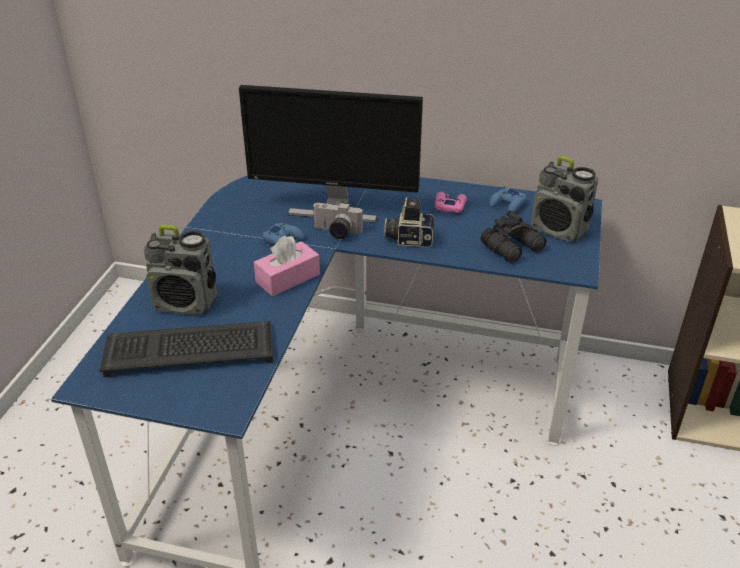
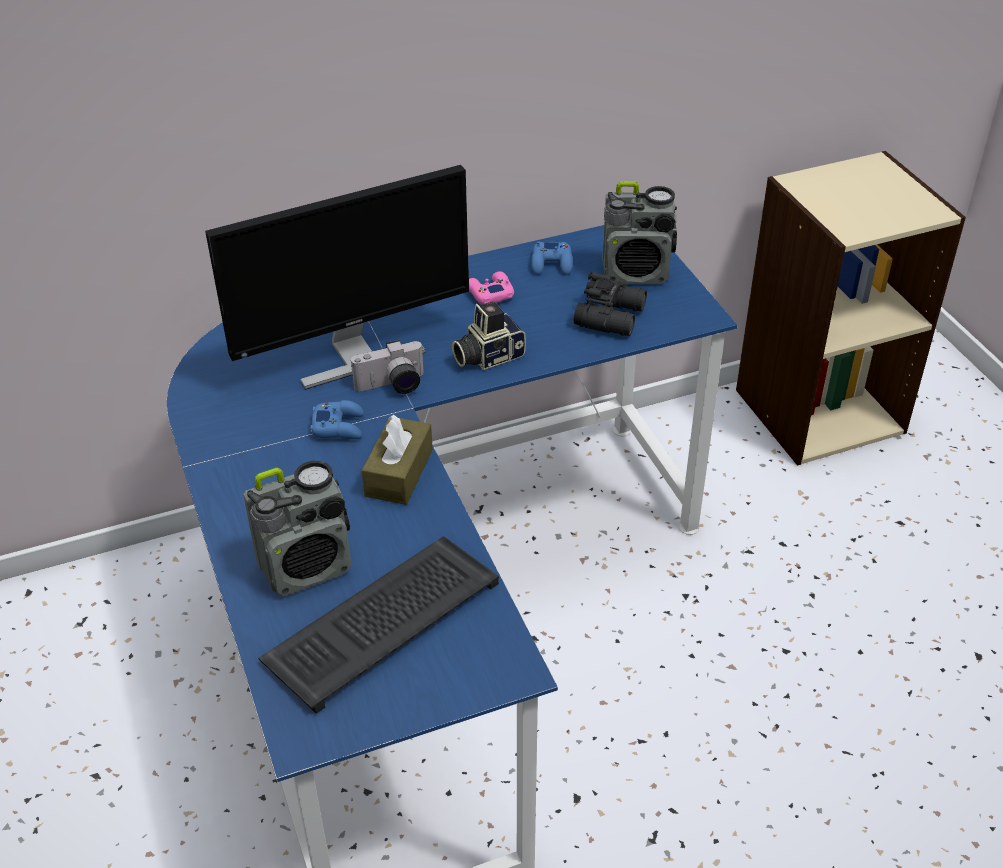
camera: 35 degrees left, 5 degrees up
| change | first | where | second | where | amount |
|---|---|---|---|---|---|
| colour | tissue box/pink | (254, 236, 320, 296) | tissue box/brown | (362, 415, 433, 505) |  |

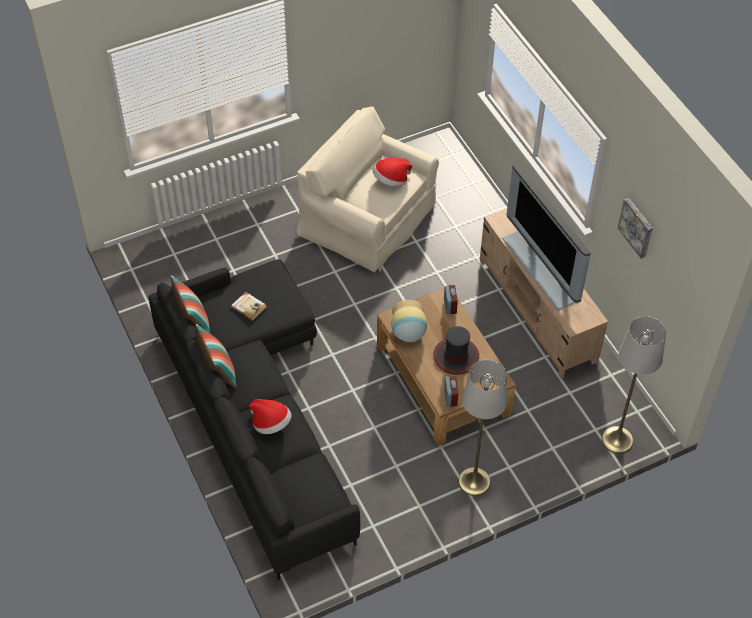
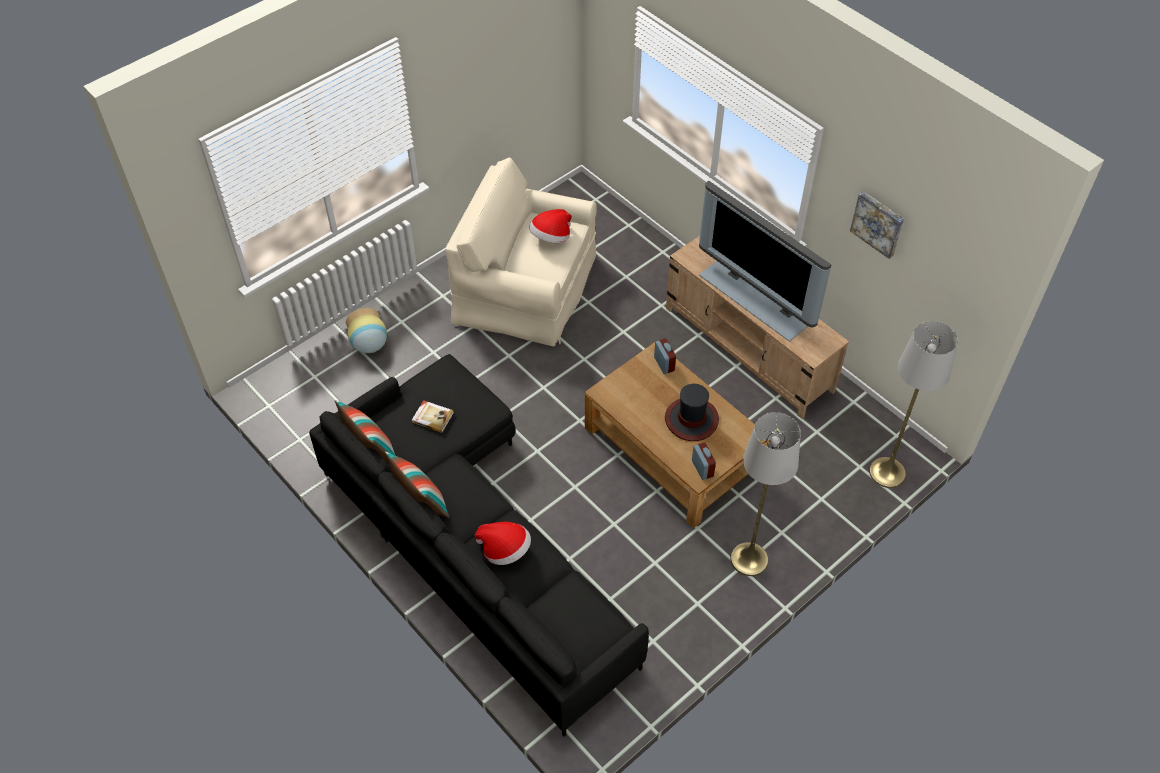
camera: 15 degrees left, 0 degrees up
| change | first | where | second | where | amount |
|---|---|---|---|---|---|
| relocated | vase | (391, 300, 427, 342) |  | (346, 308, 387, 353) |  |

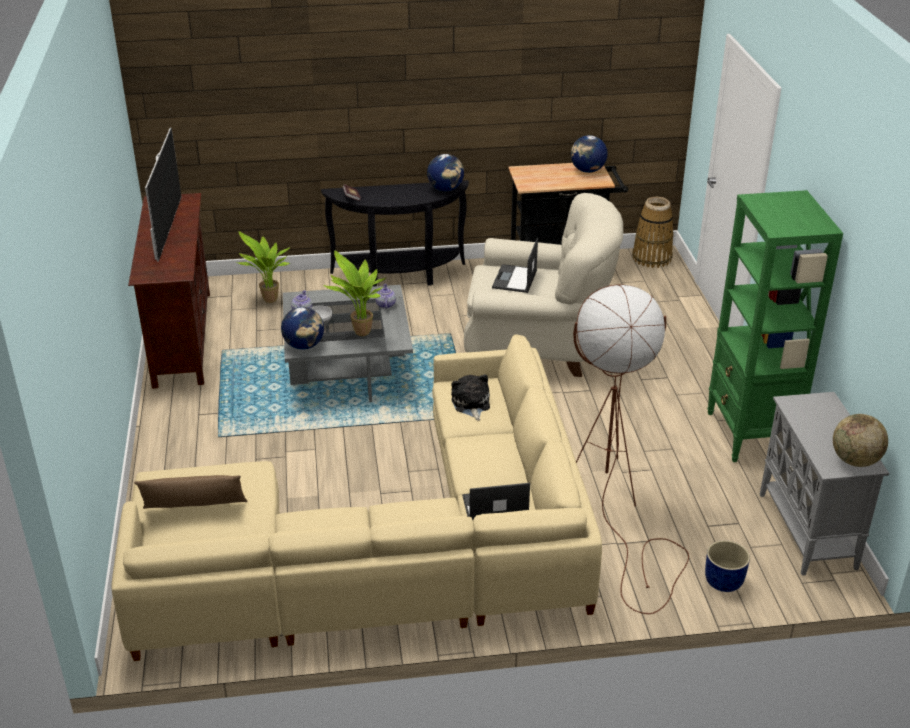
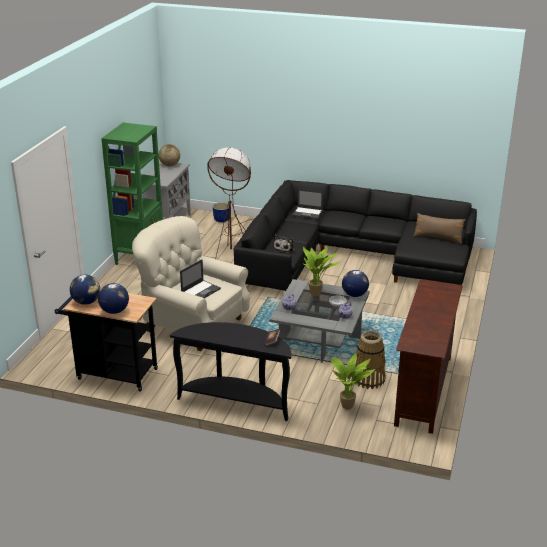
camera: 155 degrees left, 5 degrees down
| change | first | where | second | where | amount |
|---|---|---|---|---|---|
| colour | sofa/beige | (111, 335, 602, 661) | sofa/black | (234, 180, 477, 291) |  |
| missing | television | (145, 128, 182, 262) |  |  |  |
| relocated | globe | (427, 154, 464, 191) |  | (98, 283, 129, 314) |  |
| relocated | basket | (633, 197, 674, 268) |  | (353, 331, 386, 389) |  |

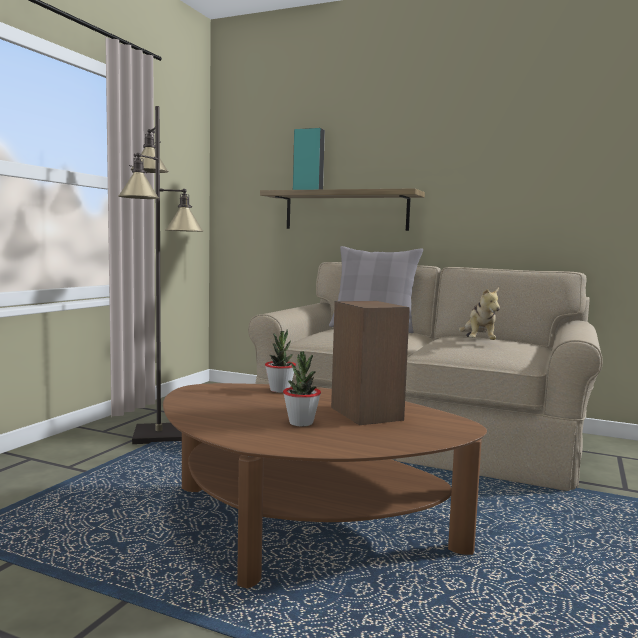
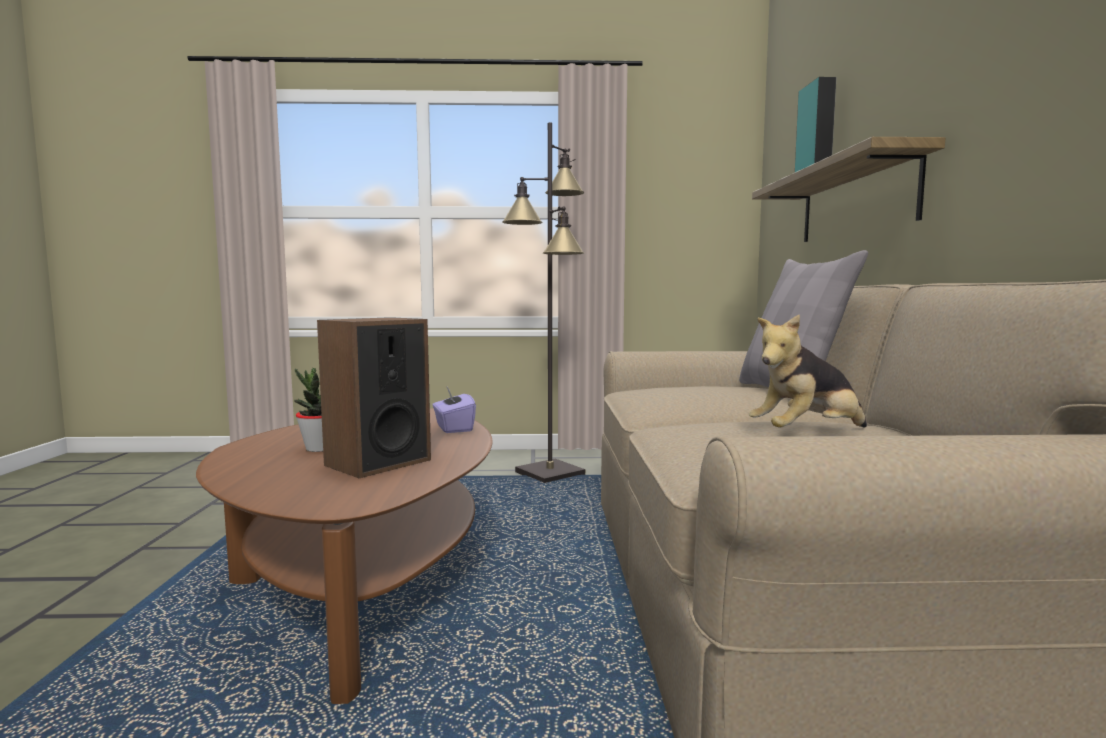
camera: 65 degrees right, 0 degrees up
| change | first | where | second | where | amount |
|---|---|---|---|---|---|
| exchanged | potted plant | (265, 329, 296, 393) | tissue box/purple | (433, 387, 476, 433) |  |

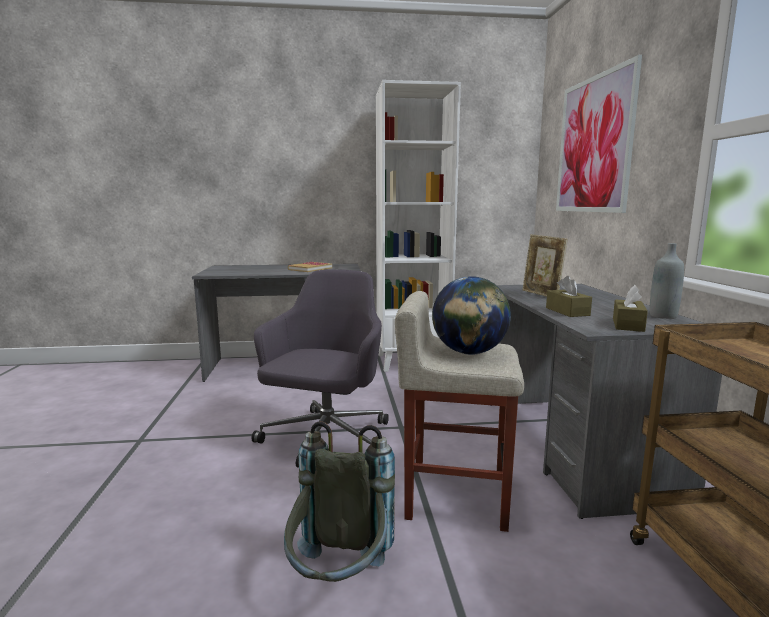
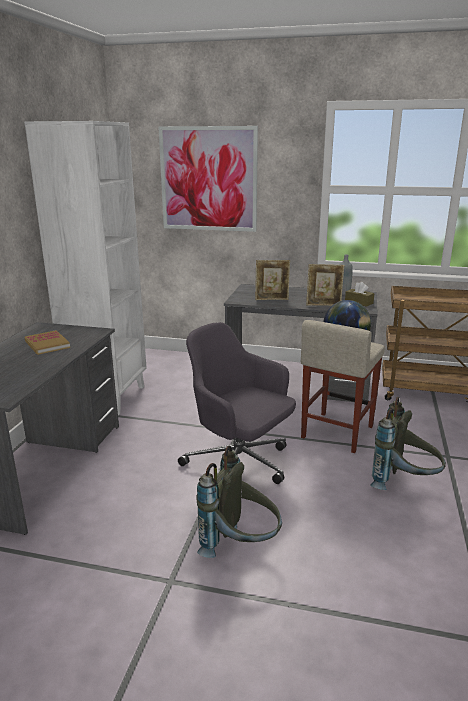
camera: 70 degrees left, 10 degrees up
| change | first | where | second | where | amount |
|---|---|---|---|---|---|
| exchanged | tissue box/brown | (546, 276, 592, 317) | picture frame | (306, 264, 345, 306) |  |
| appeared |  |  | backpack/grey | (196, 446, 282, 558) |  |

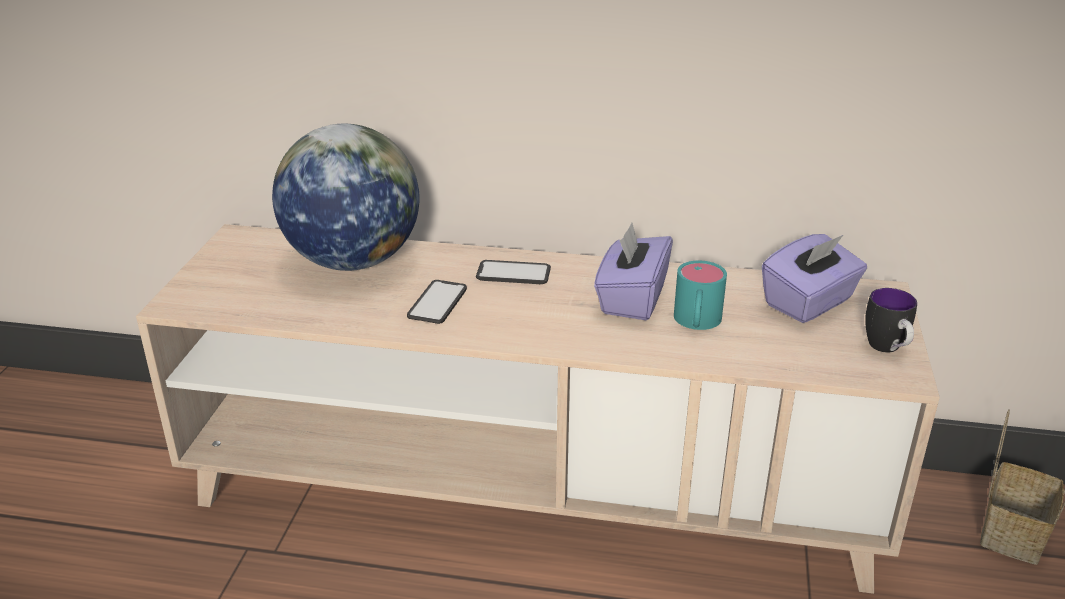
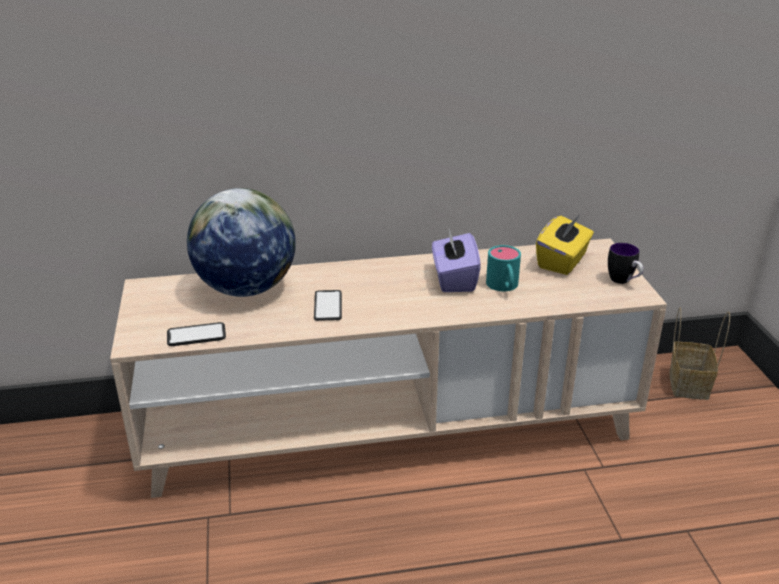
camera: 20 degrees left, 0 degrees up
| change | first | where | second | where | amount |
|---|---|---|---|---|---|
| relocated | phone | (476, 260, 551, 284) |  | (167, 322, 226, 346) |  |
| colour | tissue box/purple | (762, 234, 867, 323) | tissue box/yellow | (536, 215, 594, 275) |  |

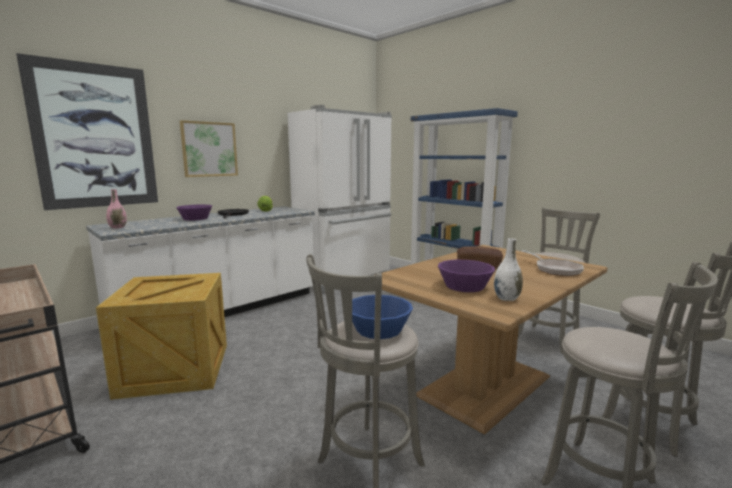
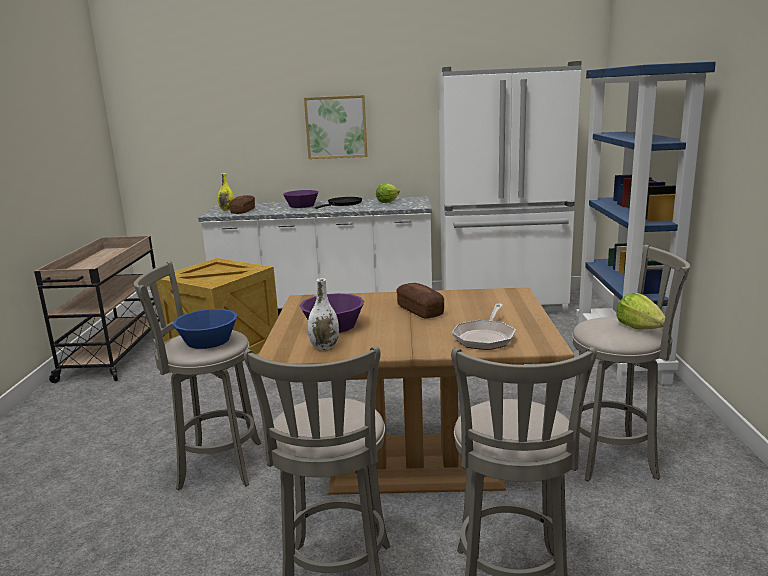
camera: 45 degrees right, 5 degrees up
| change | first | where | second | where | amount |
|---|---|---|---|---|---|
| missing | picture | (16, 53, 158, 210) |  |  |  |
| colour | vase/pink | (106, 189, 127, 229) | vase/yellow | (218, 173, 234, 211) |  |
| appeared |  |  | bread | (229, 195, 255, 214) |  |
| appeared |  |  | lettuce | (616, 293, 665, 330) |  |

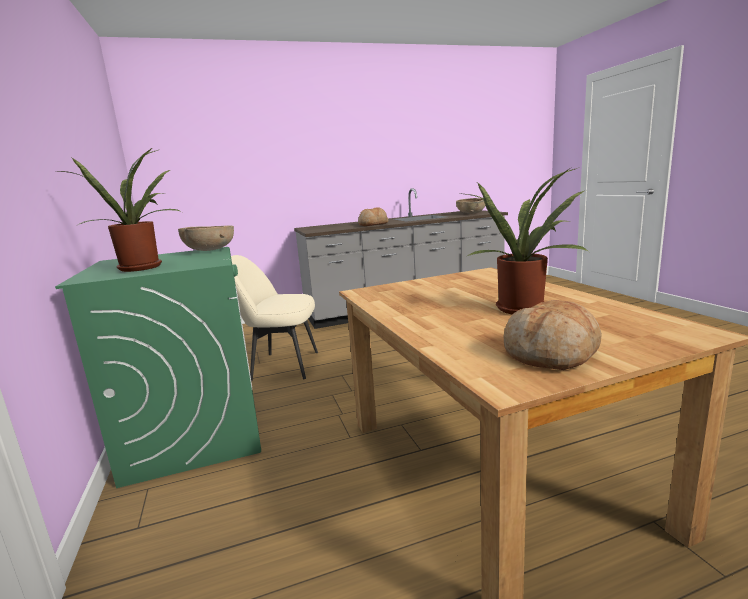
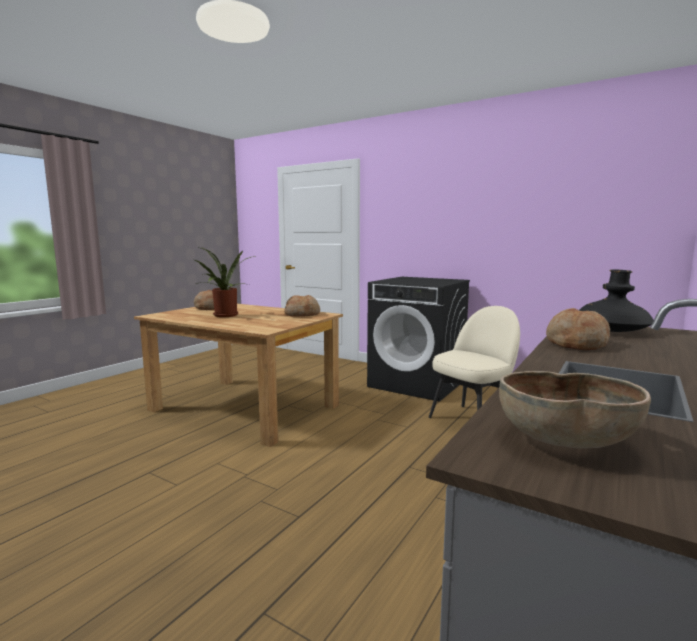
camera: 140 degrees right, 5 degrees down
| change | first | where | second | where | amount |
|---|---|---|---|---|---|
| colour | washing machine/green | (55, 247, 261, 488) | washing machine/black | (367, 277, 470, 402) |  |
| missing | potted plant | (59, 148, 182, 272) |  |  |  |
| missing | bowl/brown | (178, 225, 234, 251) |  |  |  |
| appeared |  |  | bread | (284, 295, 320, 317) |  |
| appeared |  |  | vase/black | (579, 269, 654, 332) |  |

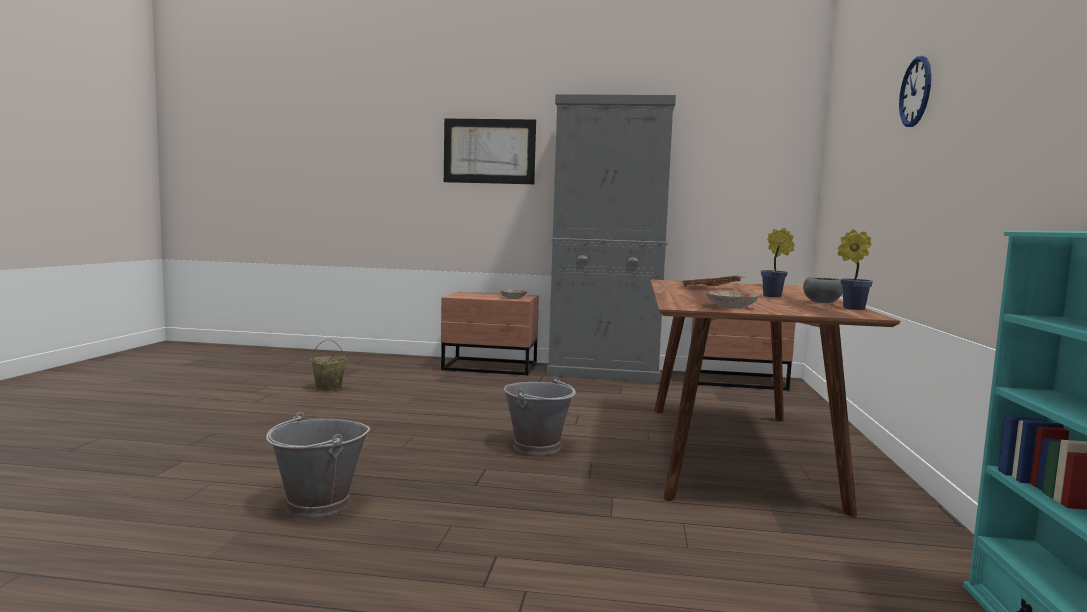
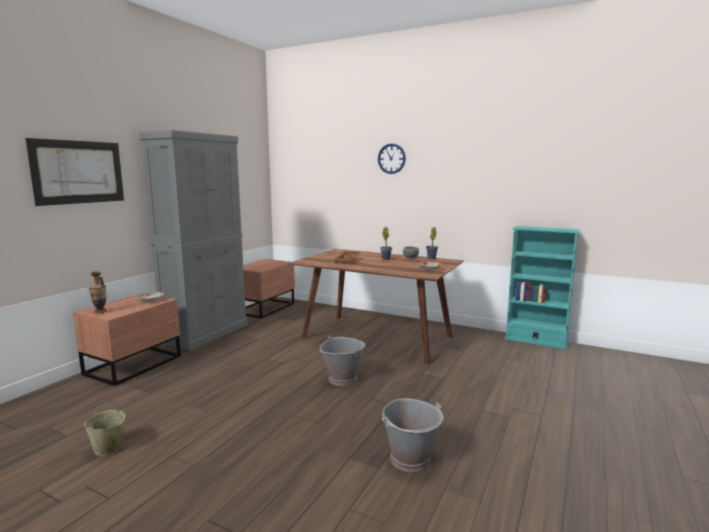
camera: 70 degrees left, 5 degrees up
| change | first | where | second | where | amount |
|---|---|---|---|---|---|
| appeared |  |  | vase | (89, 271, 107, 314) |  |

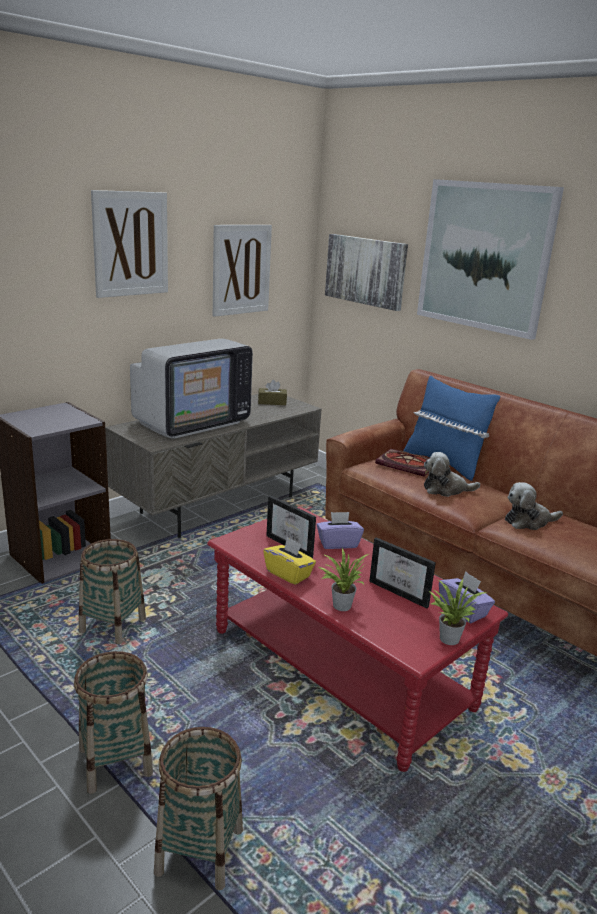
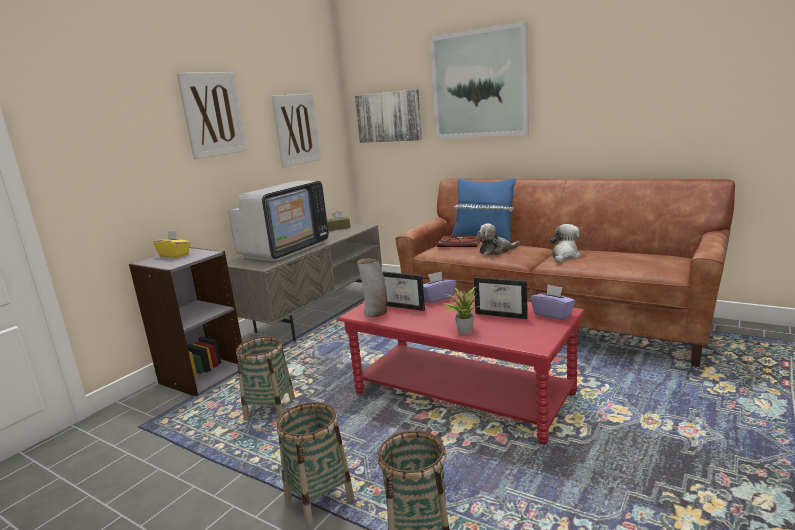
camera: 10 degrees left, 5 degrees down
| change | first | where | second | where | amount |
|---|---|---|---|---|---|
| relocated | tissue box/yellow | (263, 537, 316, 585) |  | (153, 231, 190, 258) |  |
| missing | potted plant | (429, 579, 488, 645) |  |  |  |
| spun | plush toy | (505, 482, 563, 530) |  | (550, 224, 581, 263) | 150 degrees clockwise |
| appeared |  |  | vase | (357, 258, 387, 317) |  |

